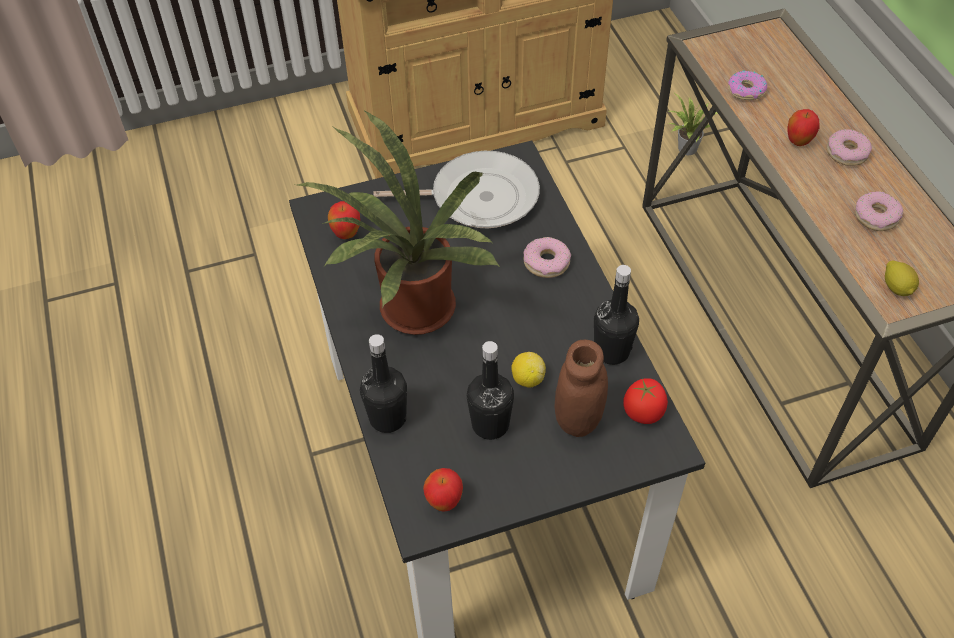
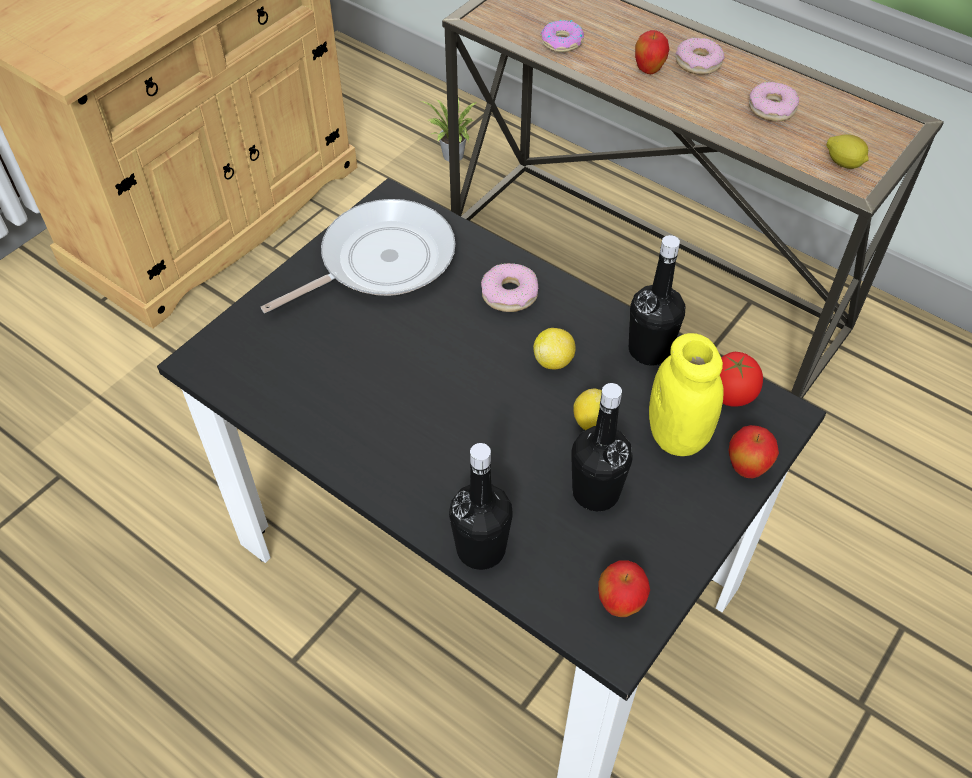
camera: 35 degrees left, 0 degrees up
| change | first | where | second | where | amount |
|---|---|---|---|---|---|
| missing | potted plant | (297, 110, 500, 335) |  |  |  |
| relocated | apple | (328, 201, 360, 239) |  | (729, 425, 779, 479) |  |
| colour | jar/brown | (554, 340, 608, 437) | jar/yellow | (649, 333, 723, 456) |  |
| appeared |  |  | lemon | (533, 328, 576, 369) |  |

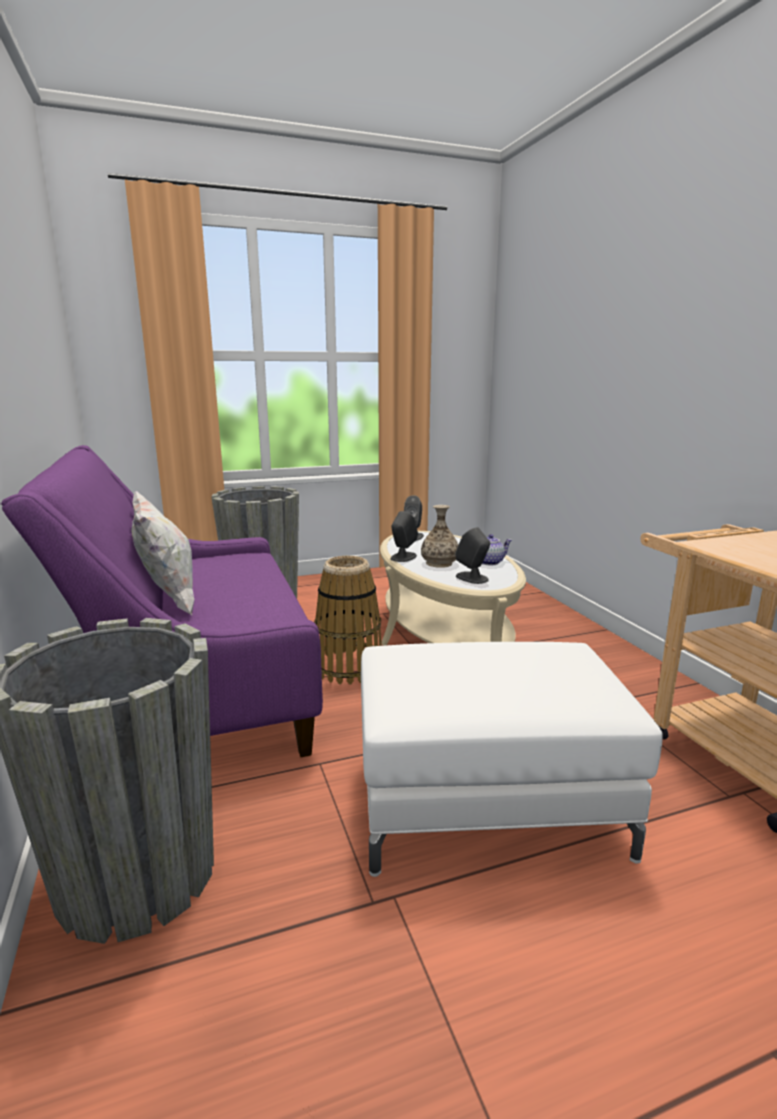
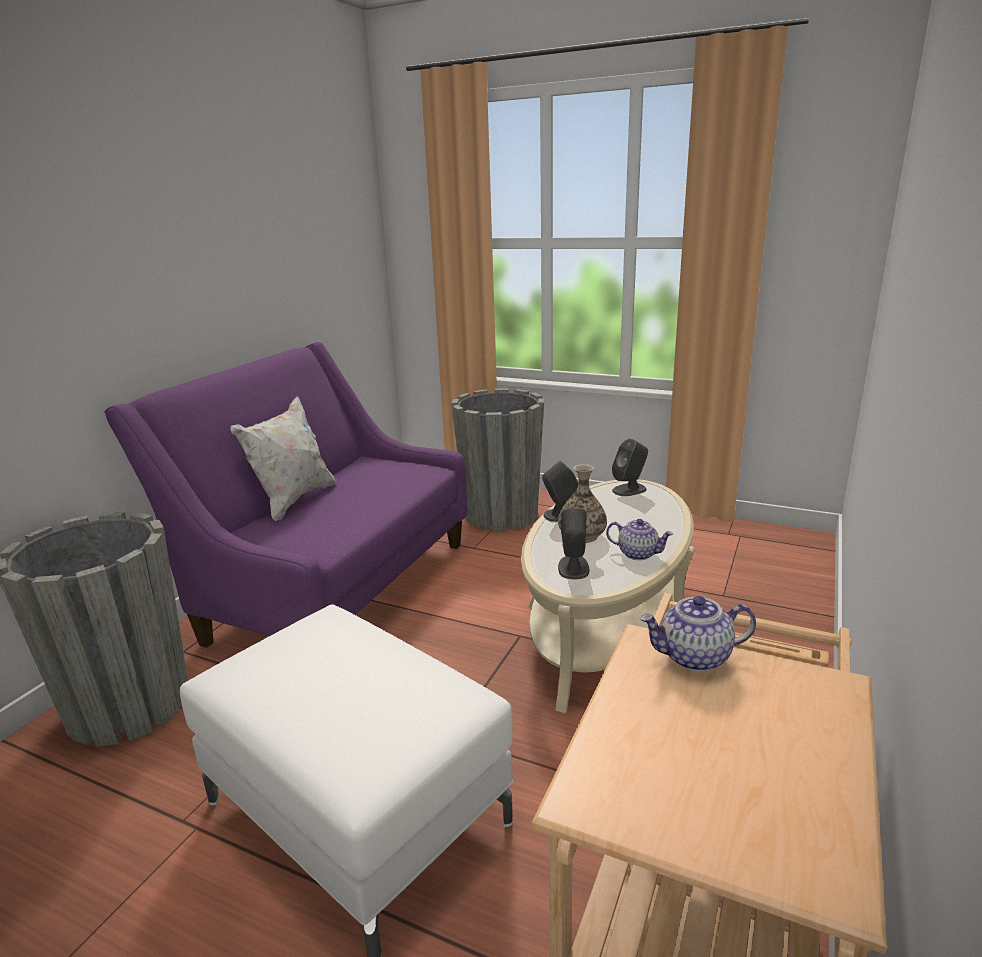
camera: 45 degrees right, 5 degrees up
| change | first | where | second | where | amount |
|---|---|---|---|---|---|
| missing | basket | (314, 556, 382, 685) |  |  |  |
| appeared |  |  | teapot | (640, 596, 756, 672) |  |

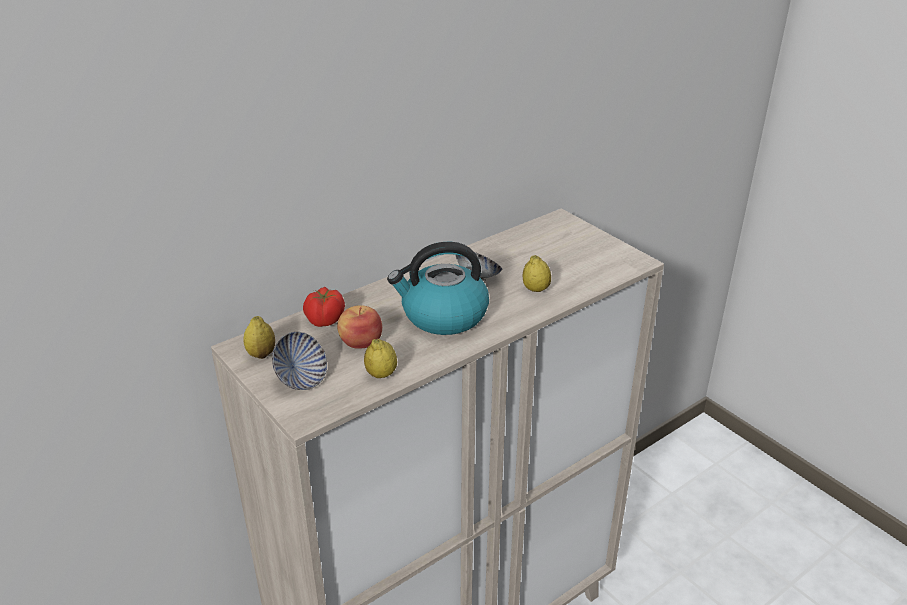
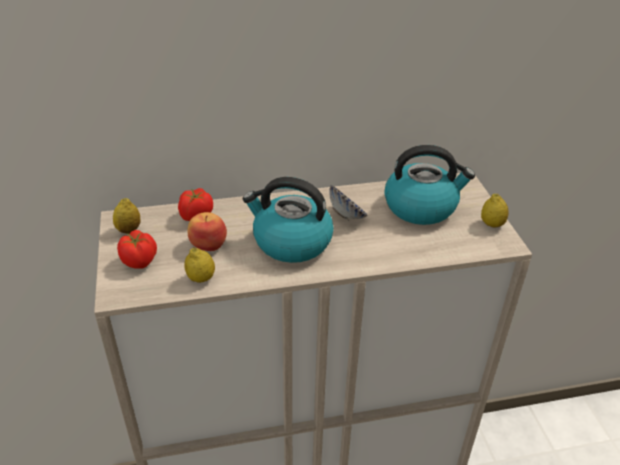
camera: 25 degrees right, 5 degrees up
| change | first | where | second | where | amount |
|---|---|---|---|---|---|
| exchanged | bowl | (272, 332, 327, 390) | tomato | (117, 230, 157, 268) |  |
| relocated | lemon | (522, 255, 551, 292) |  | (481, 194, 509, 227) |  |
| appeared |  |  | kettle | (385, 145, 475, 225) |  |

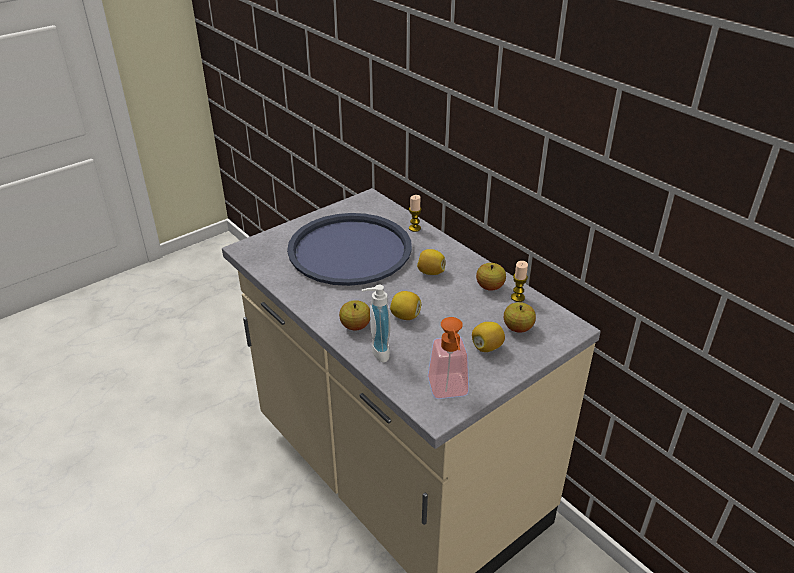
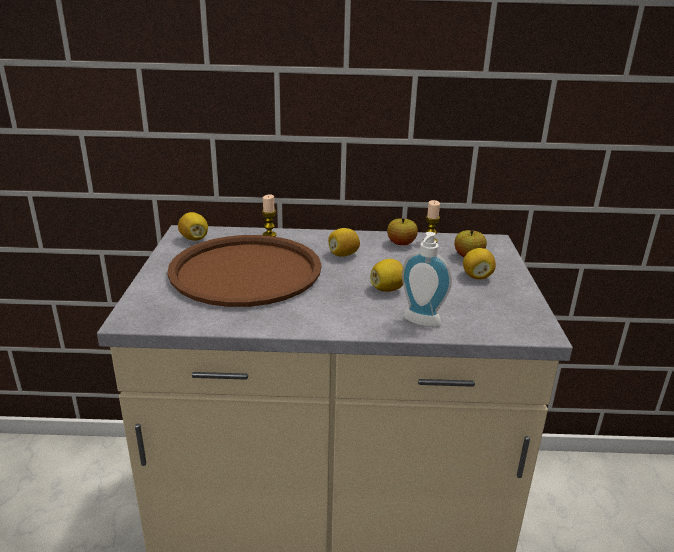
camera: 50 degrees left, 10 degrees down
| change | first | where | second | where | amount |
|---|---|---|---|---|---|
| colour | tray/blue | (287, 213, 412, 286) | tray/brown | (167, 235, 322, 307) |  |
| missing | apple | (339, 300, 370, 330) |  |  |  |
| missing | soap dispenser | (428, 317, 469, 399) |  |  |  |
| appeared |  |  | lemon | (178, 212, 208, 241) |  |

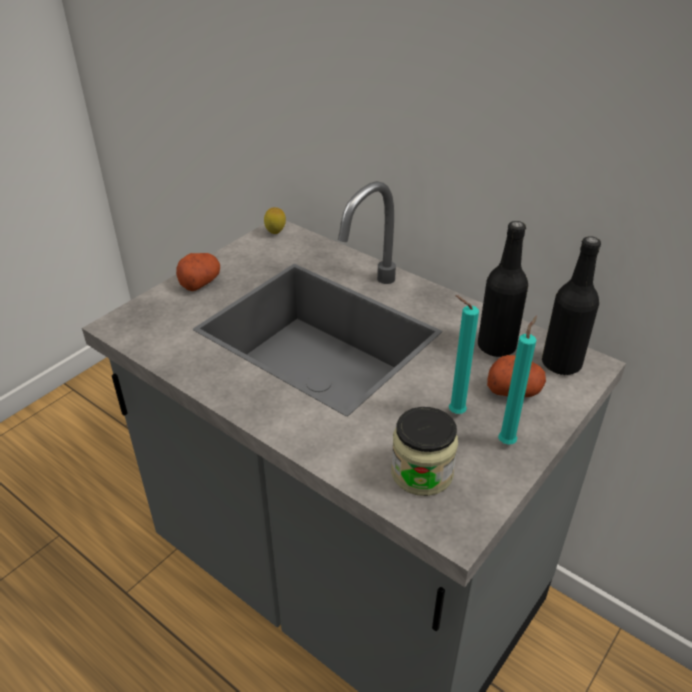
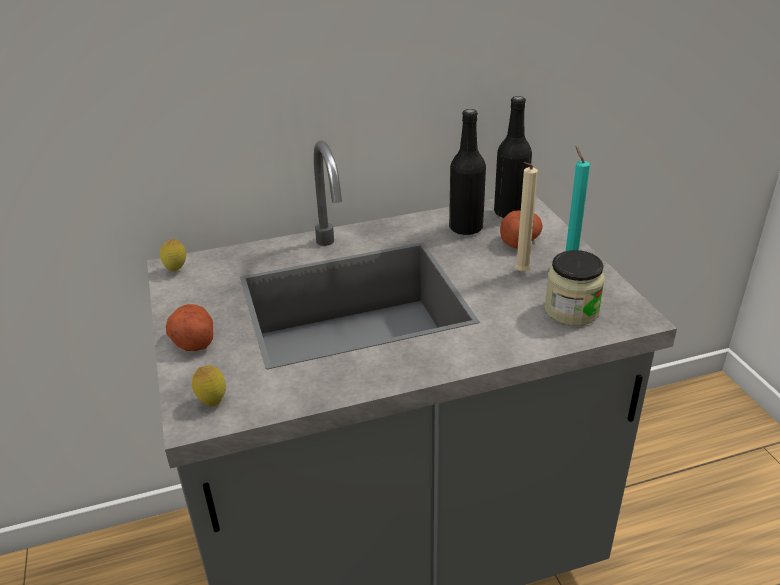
camera: 55 degrees left, 5 degrees down
| change | first | where | second | where | amount |
|---|---|---|---|---|---|
| colour | candle/turquoise | (449, 295, 479, 414) | candle/beige | (515, 162, 538, 272) |  |
| appeared |  |  | lemon | (192, 366, 226, 406) |  |

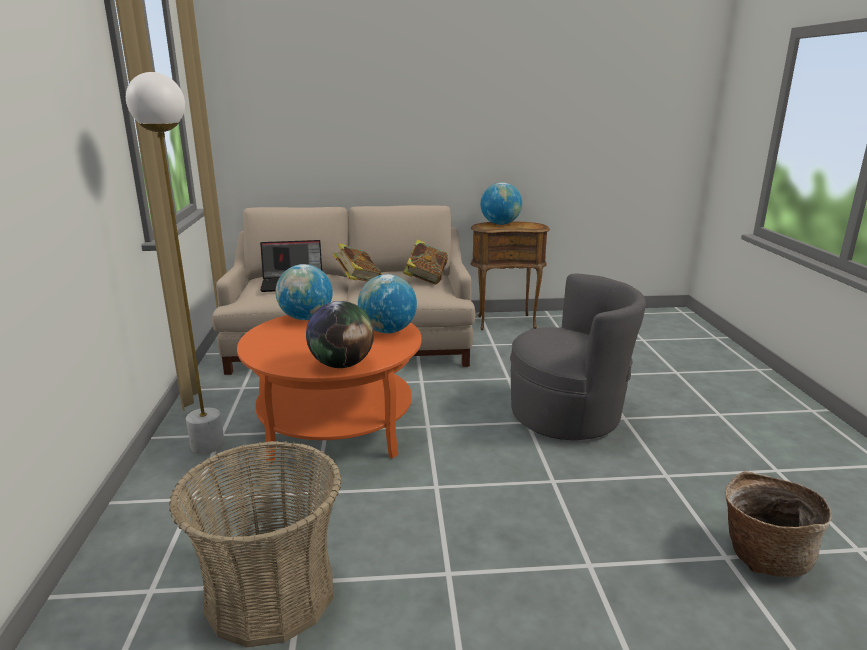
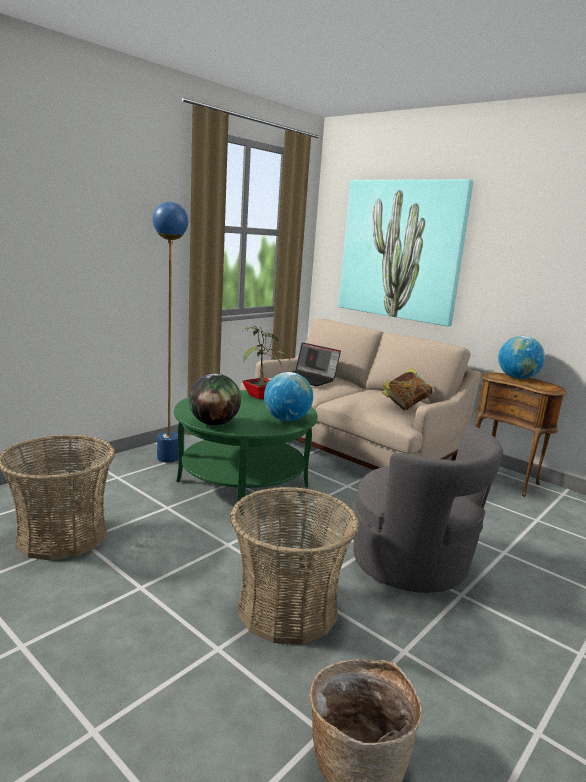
camera: 45 degrees right, 5 degrees down
| change | first | where | second | where | amount |
|---|---|---|---|---|---|
| colour | floor lamp/white | (126, 72, 225, 454) | floor lamp/blue | (153, 202, 188, 463) |  |
| colour | coffee table/orange | (237, 315, 422, 464) | coffee table/green | (174, 390, 318, 515) |  |
| exchanged | globe | (276, 264, 333, 320) | potted plant | (242, 325, 291, 399) |  |
| missing | book | (333, 243, 382, 282) |  |  |  |
| appeared |  |  | basket | (230, 487, 359, 644) |  |
| appeared |  |  | picture | (339, 179, 473, 326) |  |

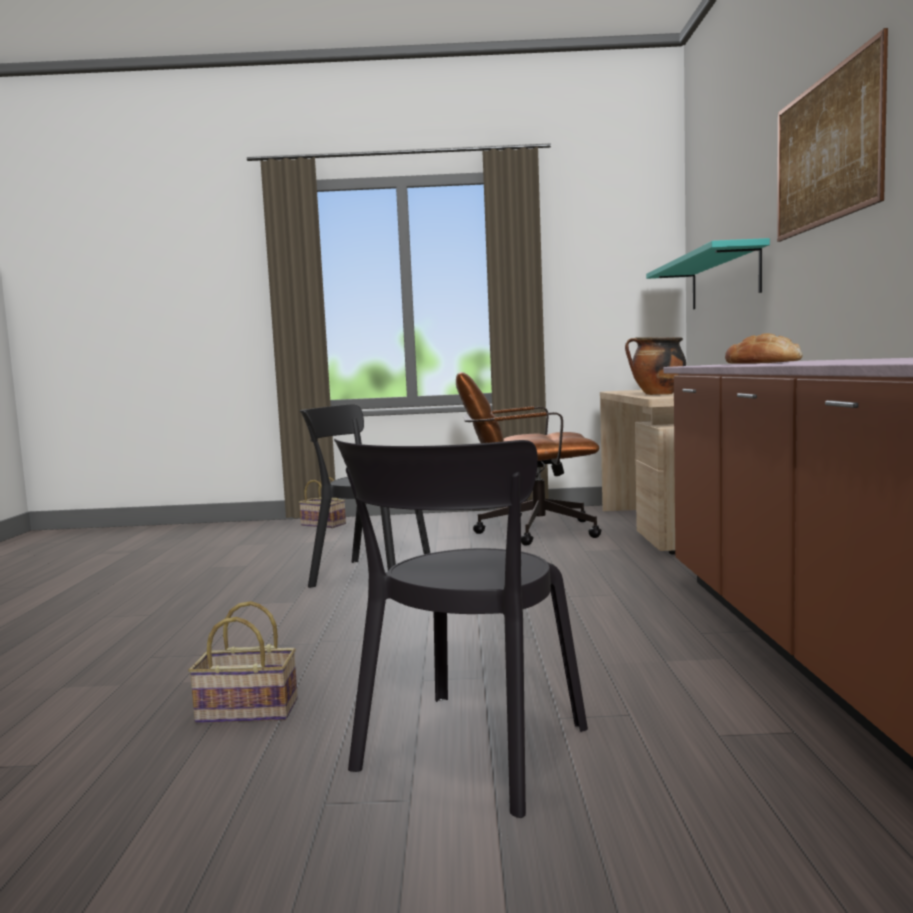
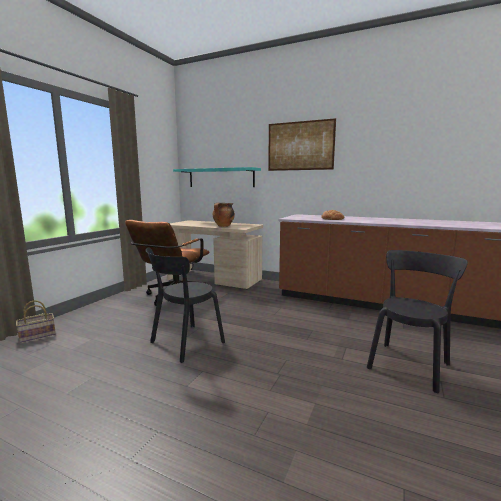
camera: 65 degrees left, 5 degrees up
| change | first | where | second | where | amount |
|---|---|---|---|---|---|
| missing | basket | (188, 601, 298, 723) |  |  |  |
| spun | chair/black | (334, 439, 588, 818) |  | (367, 250, 468, 393) | 105 degrees counterclockwise |

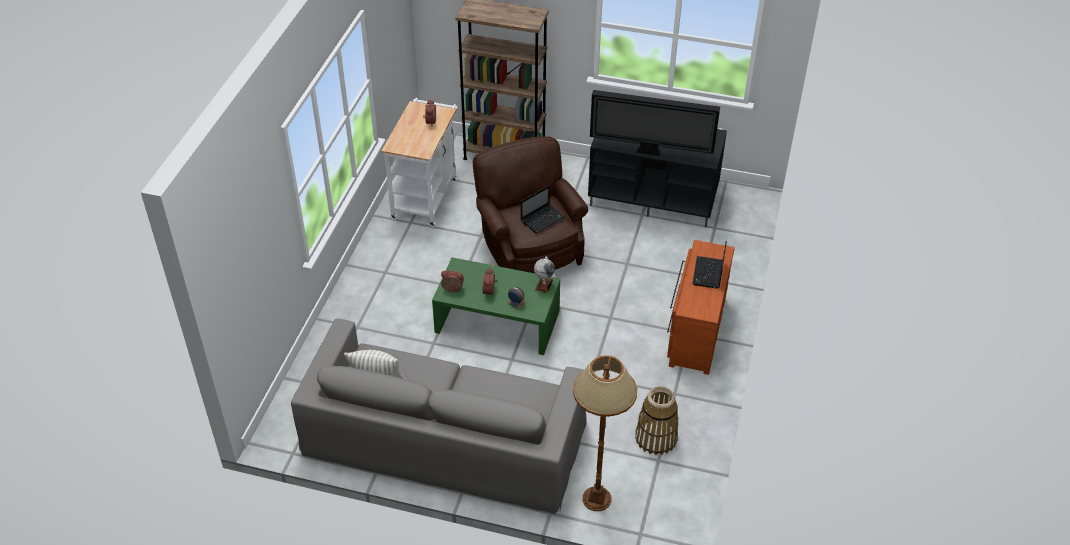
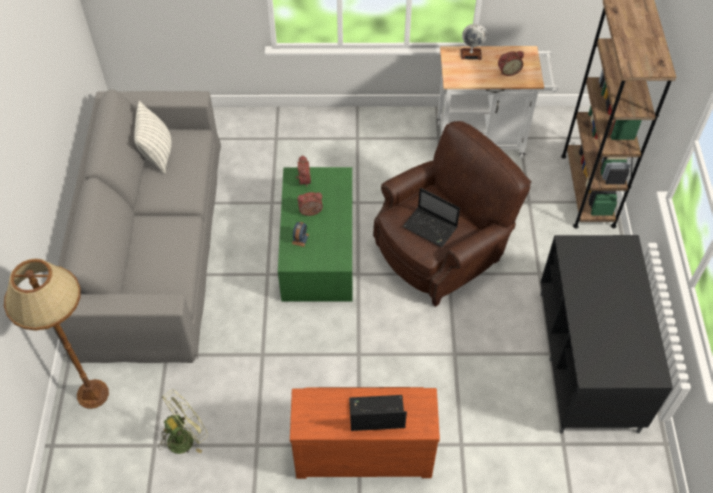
camera: 75 degrees right, 10 degrees up
| change | first | where | second | where | amount |
|---|---|---|---|---|---|
| relocated | globe | (534, 257, 555, 293) |  | (461, 24, 487, 60) |  |
| missing | television | (590, 90, 720, 157) |  |  |  |
| exchanged | basket | (635, 386, 679, 455) | fan/green | (158, 390, 208, 454) |  |

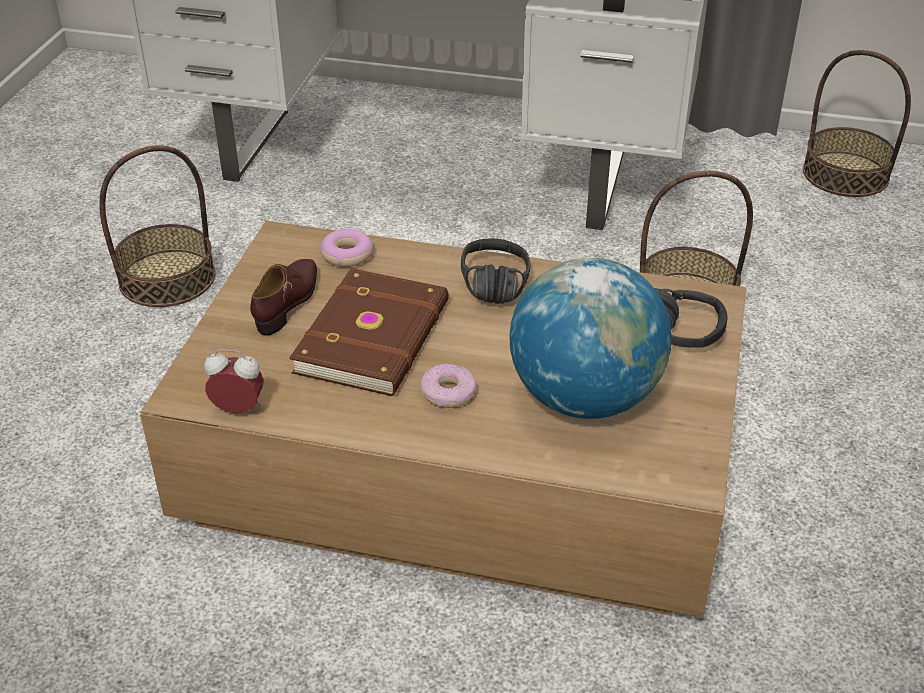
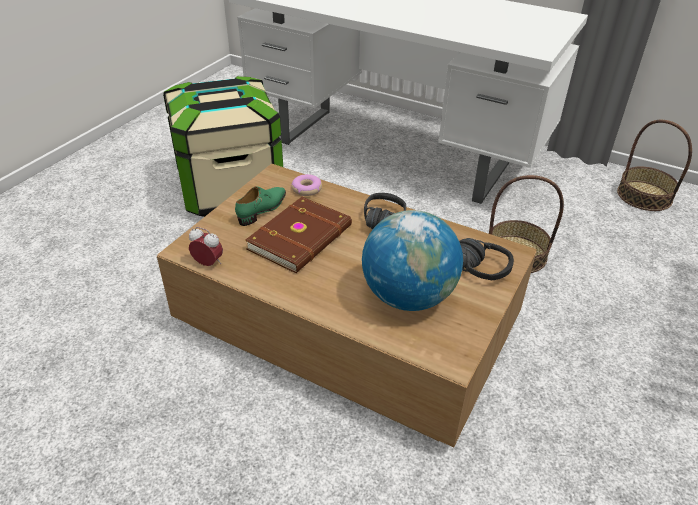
camera: 15 degrees right, 0 degrees up
| change | first | where | second | where | amount |
|---|---|---|---|---|---|
| exchanged | basket | (99, 145, 215, 307) | storage box | (163, 76, 283, 217) |  |
| colour | shoe/brown | (250, 259, 317, 336) | shoe/green | (235, 186, 286, 226) |  |
| missing | donut | (420, 364, 477, 408) |  |  |  |

